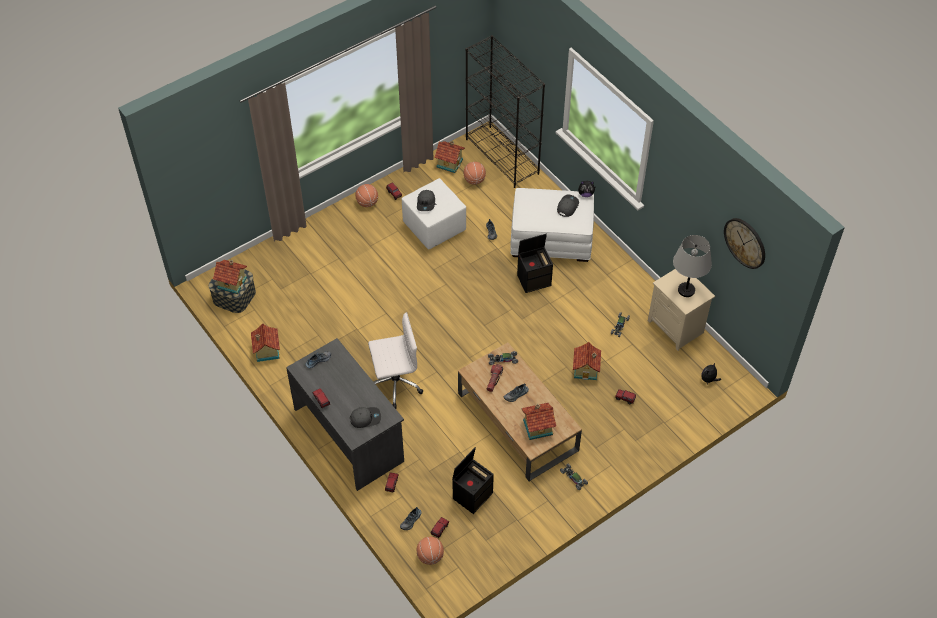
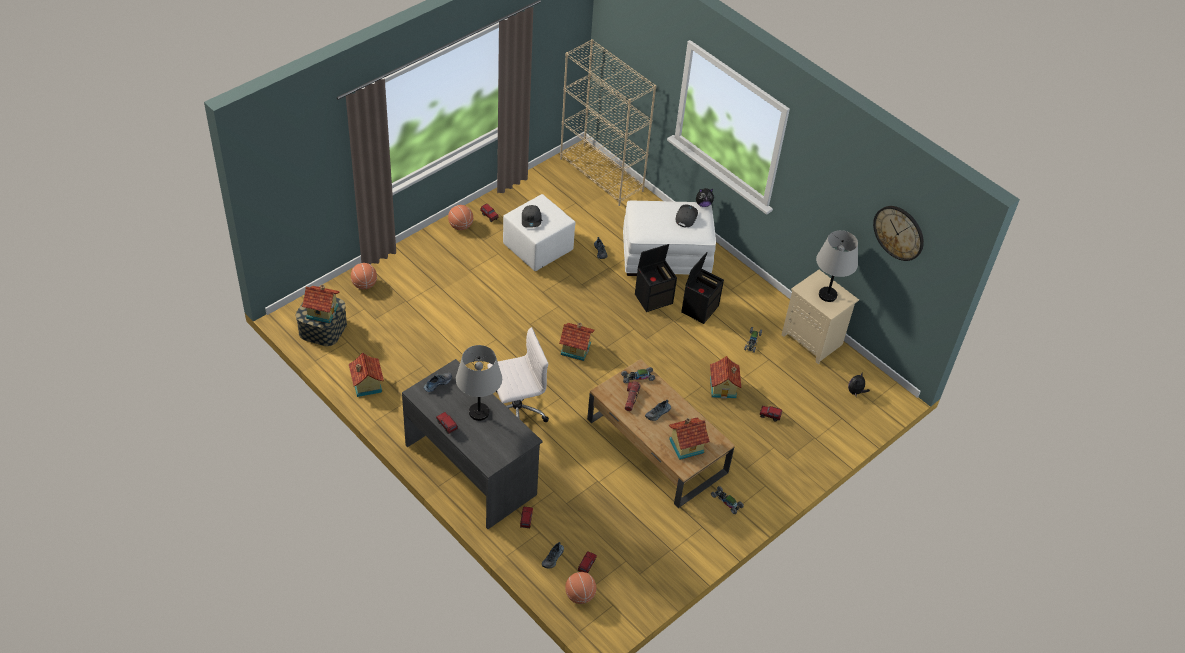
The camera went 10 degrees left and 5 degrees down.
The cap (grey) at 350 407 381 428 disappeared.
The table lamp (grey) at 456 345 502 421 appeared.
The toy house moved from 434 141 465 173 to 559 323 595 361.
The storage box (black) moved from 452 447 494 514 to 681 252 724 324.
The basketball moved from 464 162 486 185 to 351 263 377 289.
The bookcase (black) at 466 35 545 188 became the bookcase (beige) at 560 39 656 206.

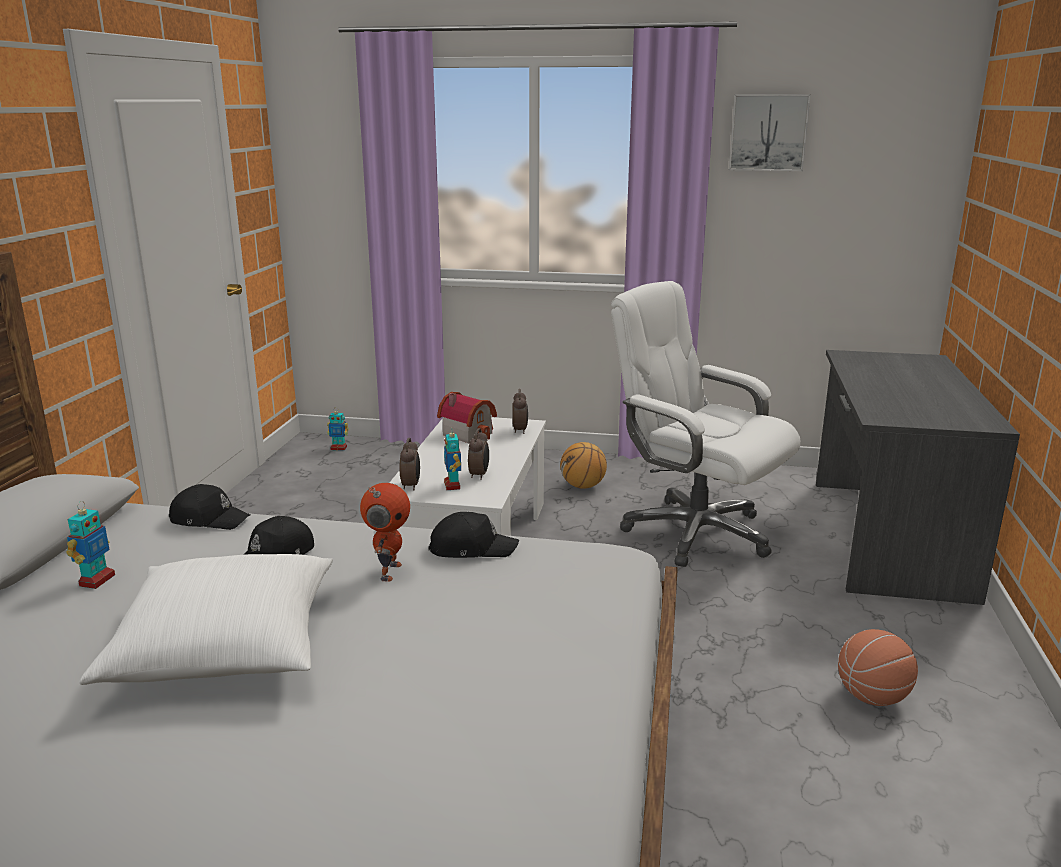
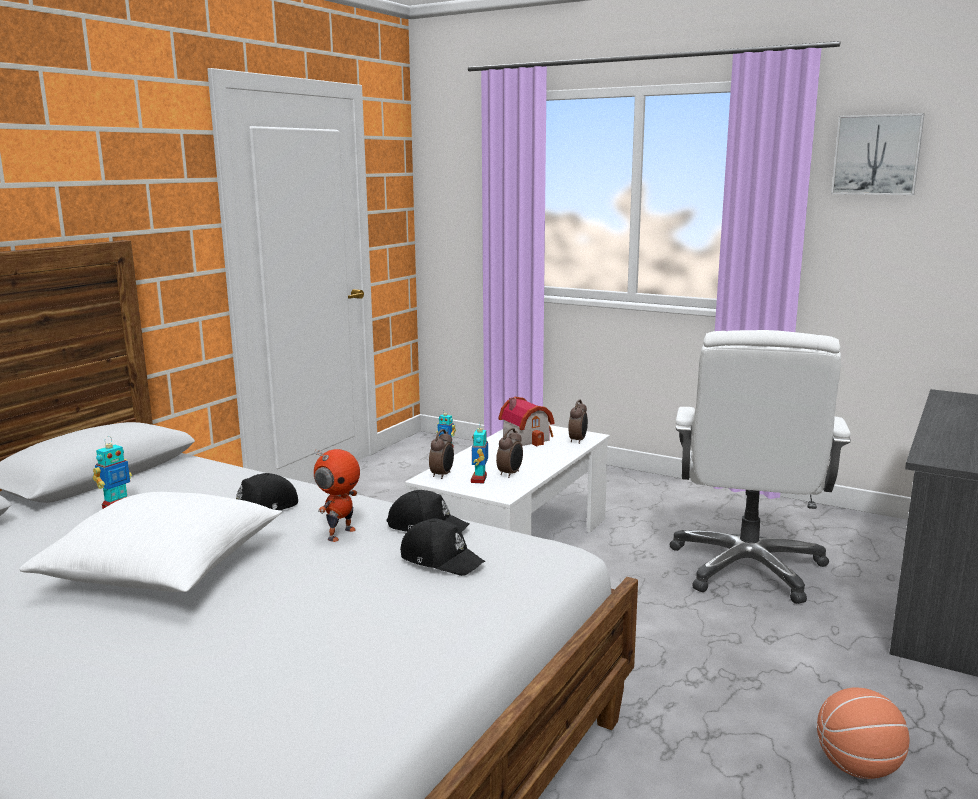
The camera went 20 degrees right and 5 degrees down.
The basketball at 560 442 607 489 disappeared.
The cap (black) moved from 169 484 250 530 to 400 518 485 576.
The office chair (white) at 611 281 801 567 turned 135 degrees counterclockwise.

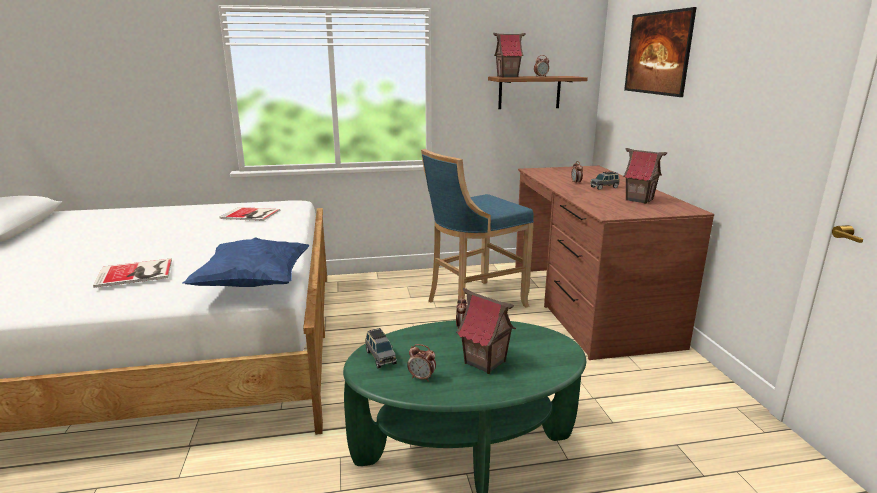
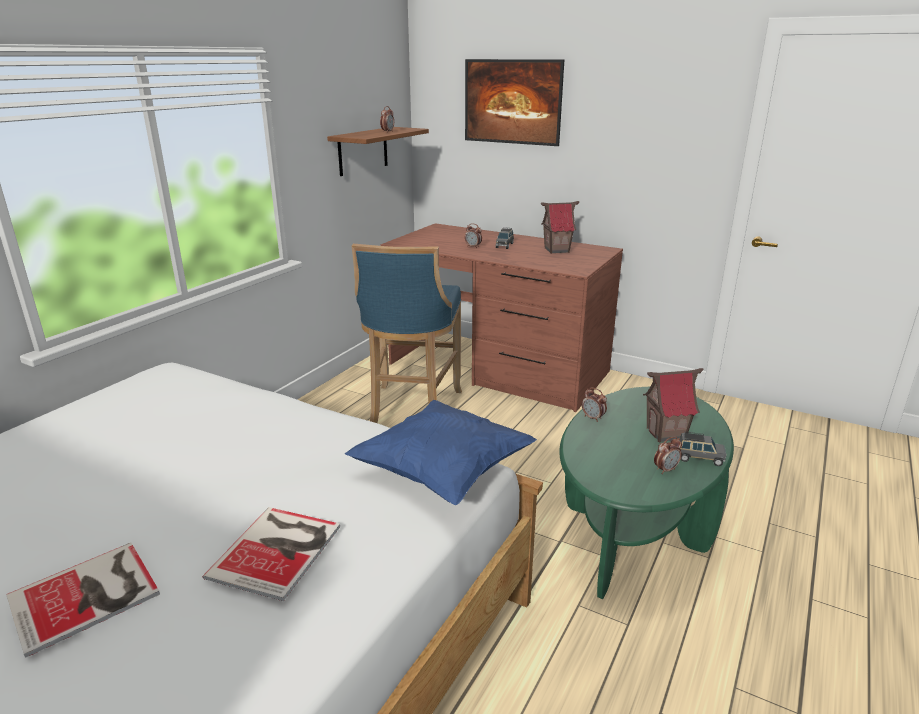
The camera went 50 degrees left and 5 degrees up.
The toy house at 493 33 526 77 disappeared.
The book moved from 220 207 280 221 to 6 543 160 658.
The toy car (grey) moved from 365 328 397 368 to 678 432 726 466.

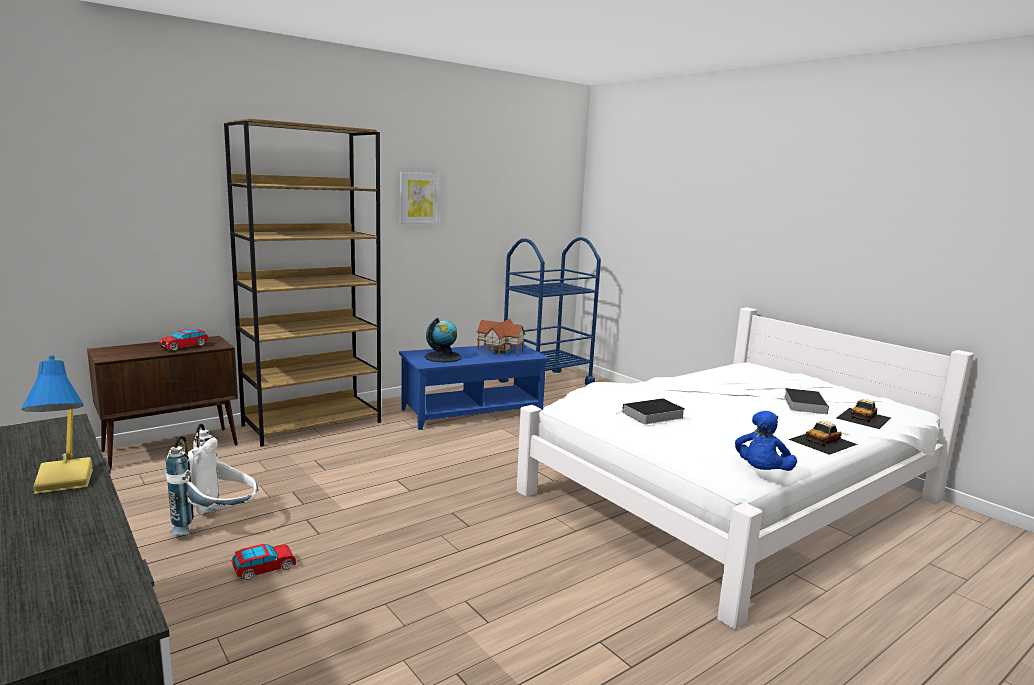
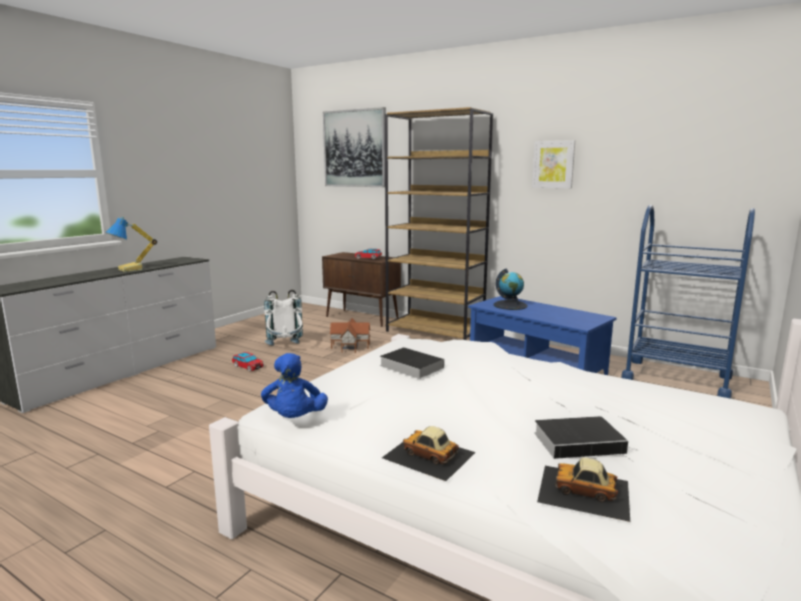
The camera went 70 degrees right and 0 degrees up.
The picture at 323 107 386 187 appeared.
The toy house moved from 477 319 525 357 to 329 318 371 353.
The plush toy (blue) at 735 411 797 471 turned 105 degrees counterclockwise.

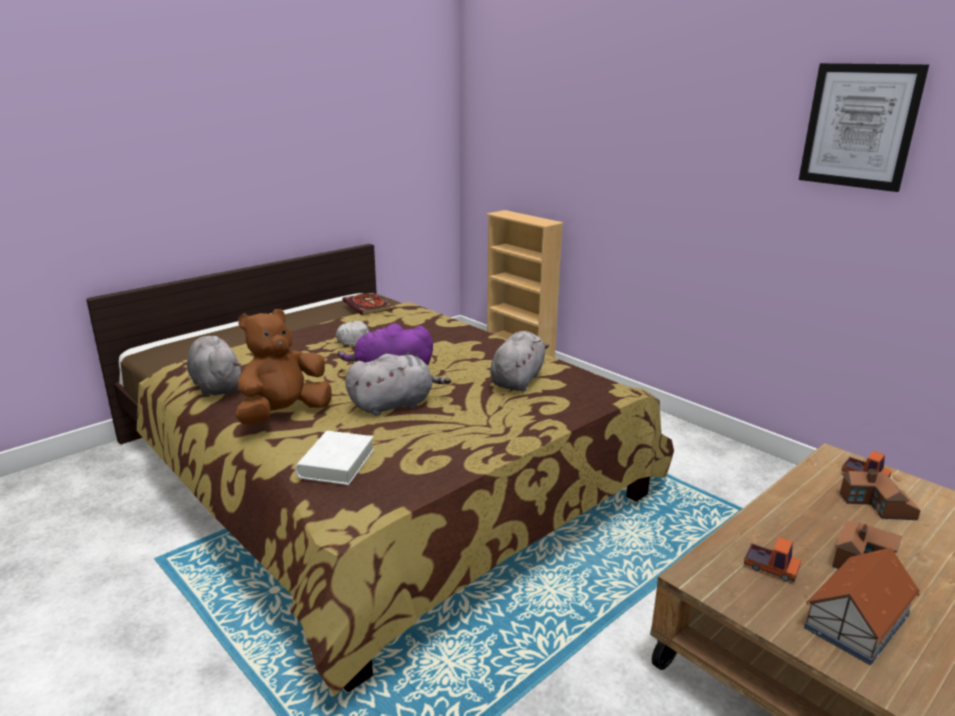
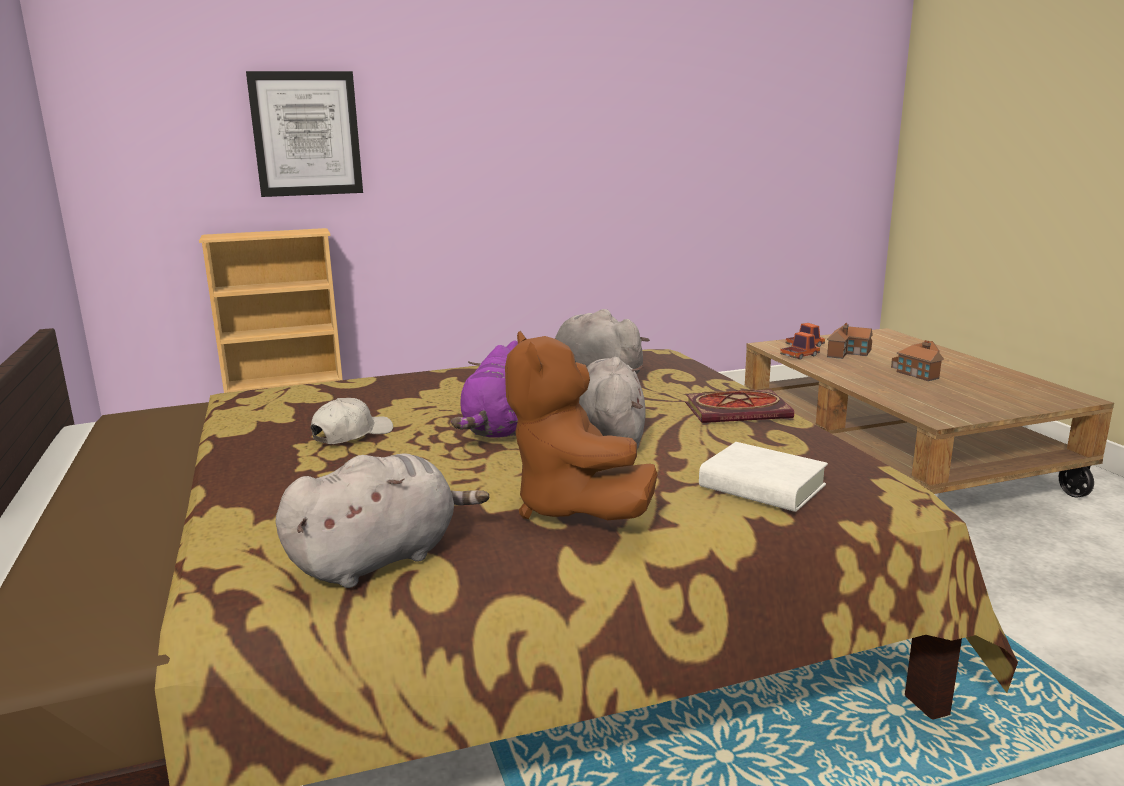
The camera went 65 degrees left and 5 degrees down.
The toy house at 804 548 920 665 disappeared.
The book moved from 343 292 393 315 to 685 389 794 423.
The toy truck moved from 744 537 801 582 to 780 332 820 360.
The picture moved from 799 63 929 192 to 246 71 363 197.
The plush toy (grey) at 187 336 241 397 turned 150 degrees clockwise.

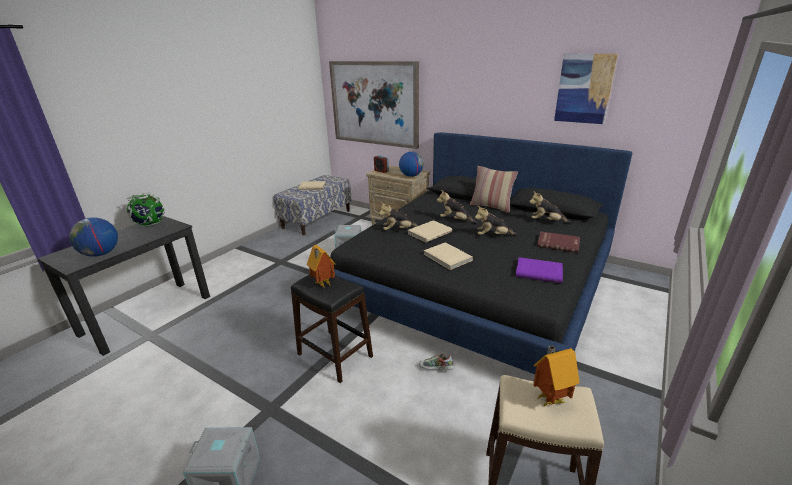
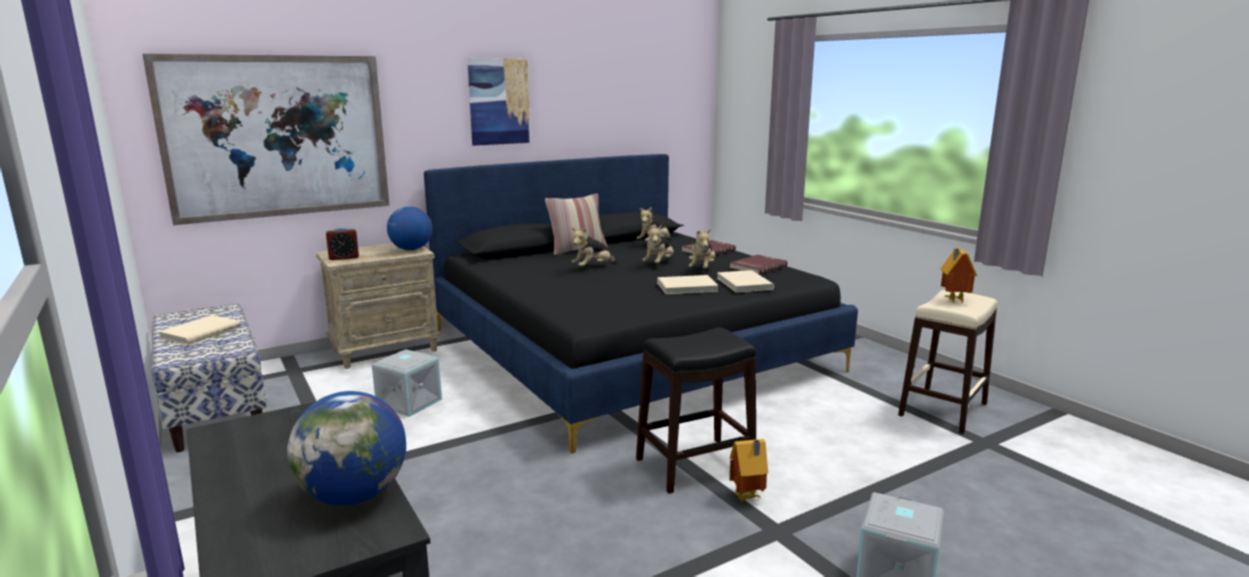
The camera went 65 degrees left and 10 degrees down.
The globe at 127 192 165 227 disappeared.
The shoe at 419 354 453 370 disappeared.
The toy house moved from 307 245 335 289 to 729 439 768 501.
The plush toy moved from 379 202 419 230 to 689 228 715 269.
The book (beige) moved from 408 220 452 243 to 717 270 774 293.
The picture moved from 554 54 618 124 to 467 58 531 146.
The book (purple) at 515 257 563 283 became the book (red) at 730 255 788 275.

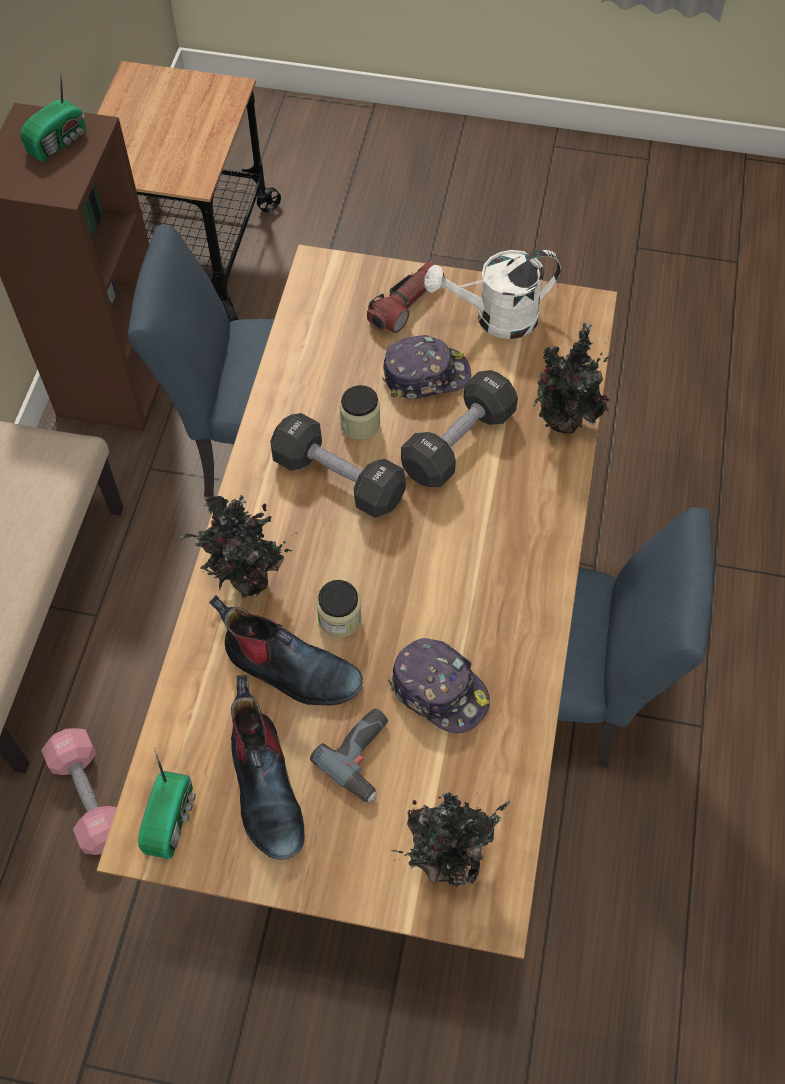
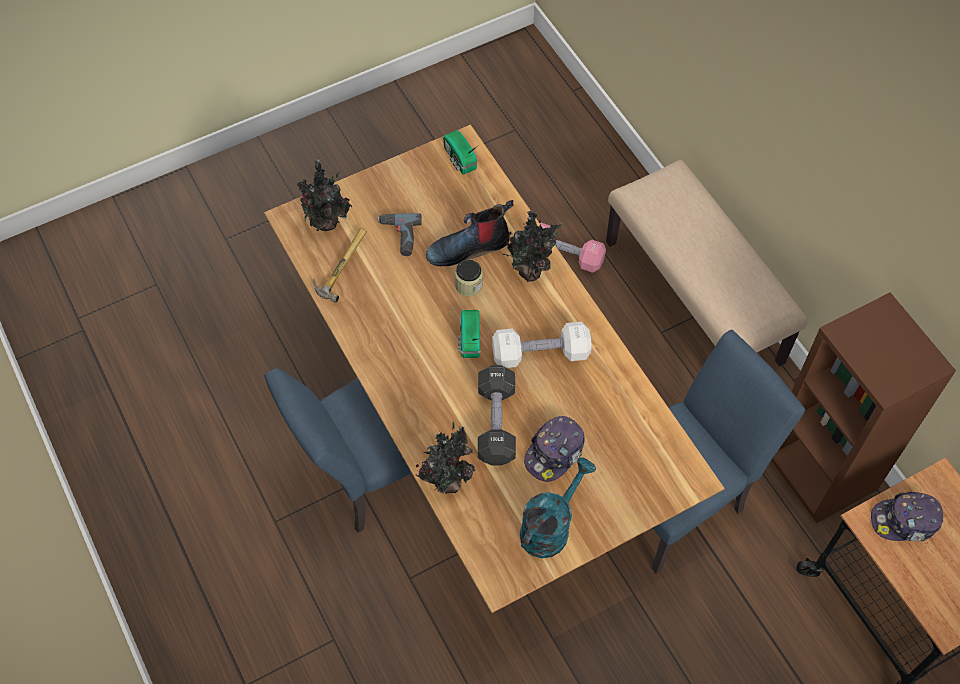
The camera went 140 degrees right and 0 degrees up.
The boot at 231 675 304 860 disappeared.
The jar at 340 385 380 440 disappeared.
The flashlight at 367 261 438 333 disappeared.
The hammer at 313 228 367 303 appeared.
The radio moved from 20 66 86 162 to 458 310 481 358.
The cap moved from 388 638 490 733 to 871 492 943 541.
The dumbbell (black) at 270 413 406 518 became the dumbbell (white) at 492 322 592 368.
The watering can (white) at 424 250 561 339 became the watering can (turquoise) at 520 457 596 558.

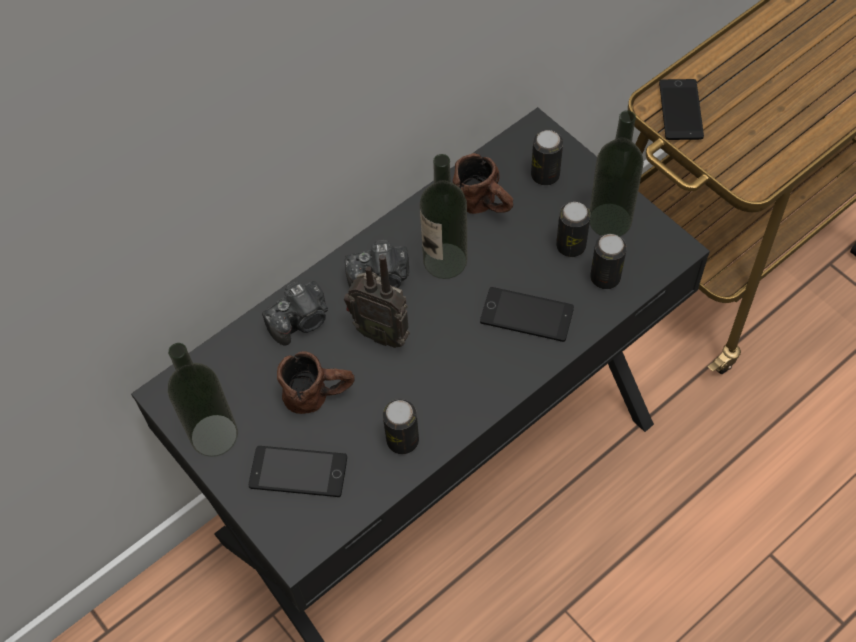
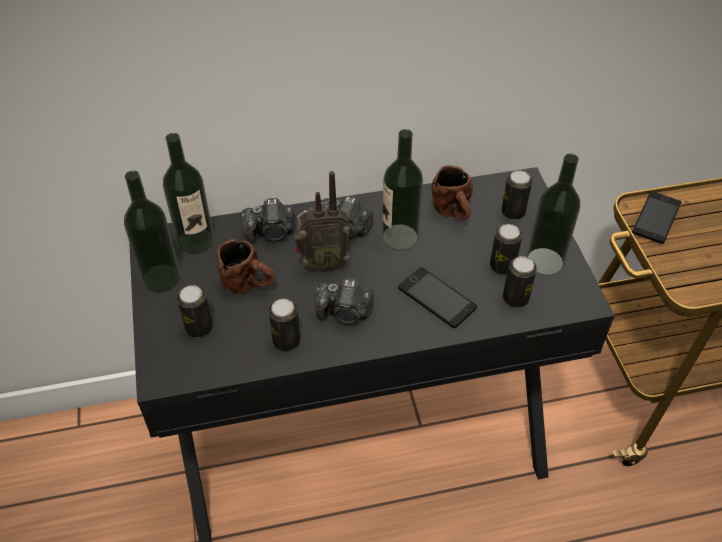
The camera went 25 degrees right and 10 degrees down.
The bottle at 163 133 214 254 appeared.
The photo camera at 315 277 374 325 appeared.
The phone at 249 446 347 497 was replaced by the can at 177 285 213 337.
The radio at 344 254 410 348 turned 60 degrees counterclockwise.

